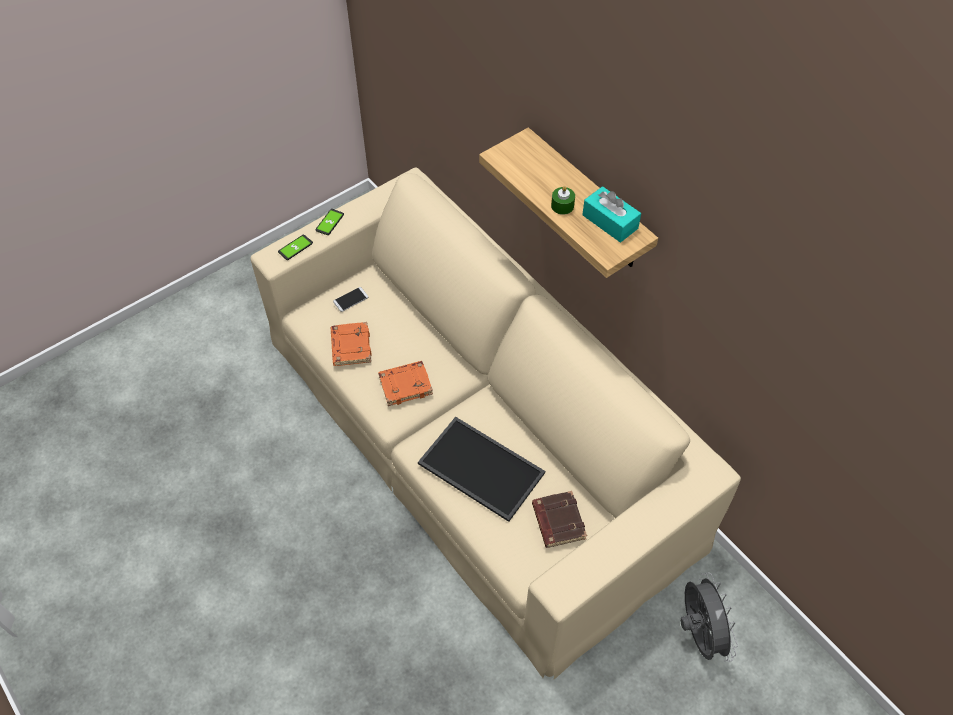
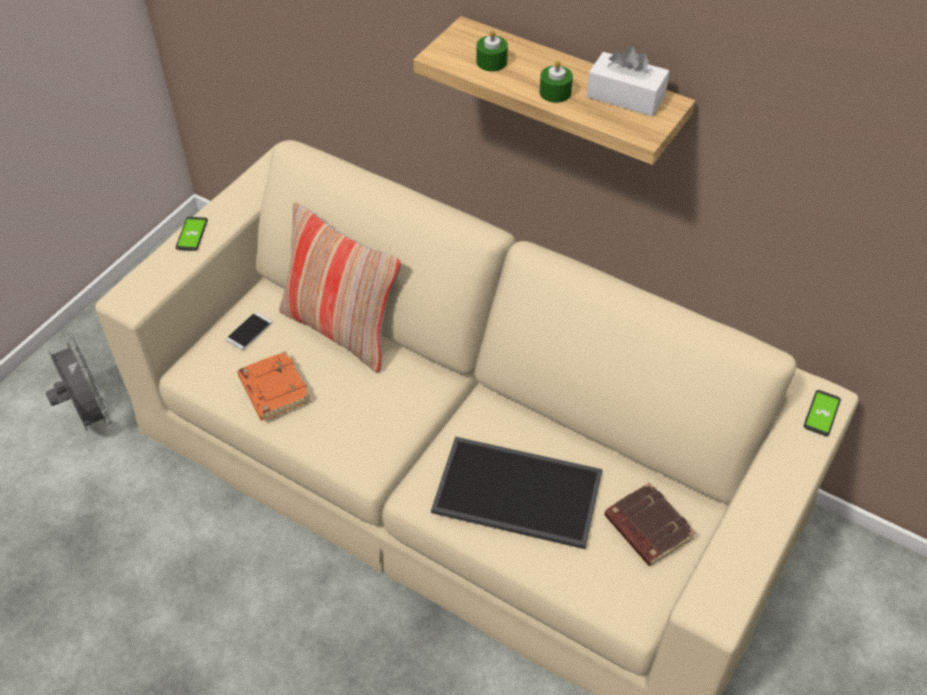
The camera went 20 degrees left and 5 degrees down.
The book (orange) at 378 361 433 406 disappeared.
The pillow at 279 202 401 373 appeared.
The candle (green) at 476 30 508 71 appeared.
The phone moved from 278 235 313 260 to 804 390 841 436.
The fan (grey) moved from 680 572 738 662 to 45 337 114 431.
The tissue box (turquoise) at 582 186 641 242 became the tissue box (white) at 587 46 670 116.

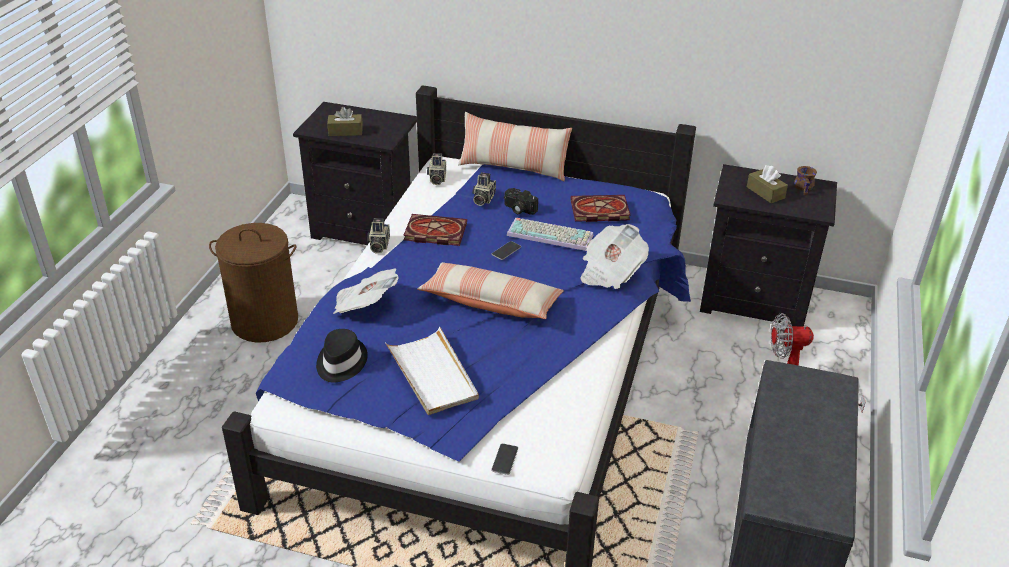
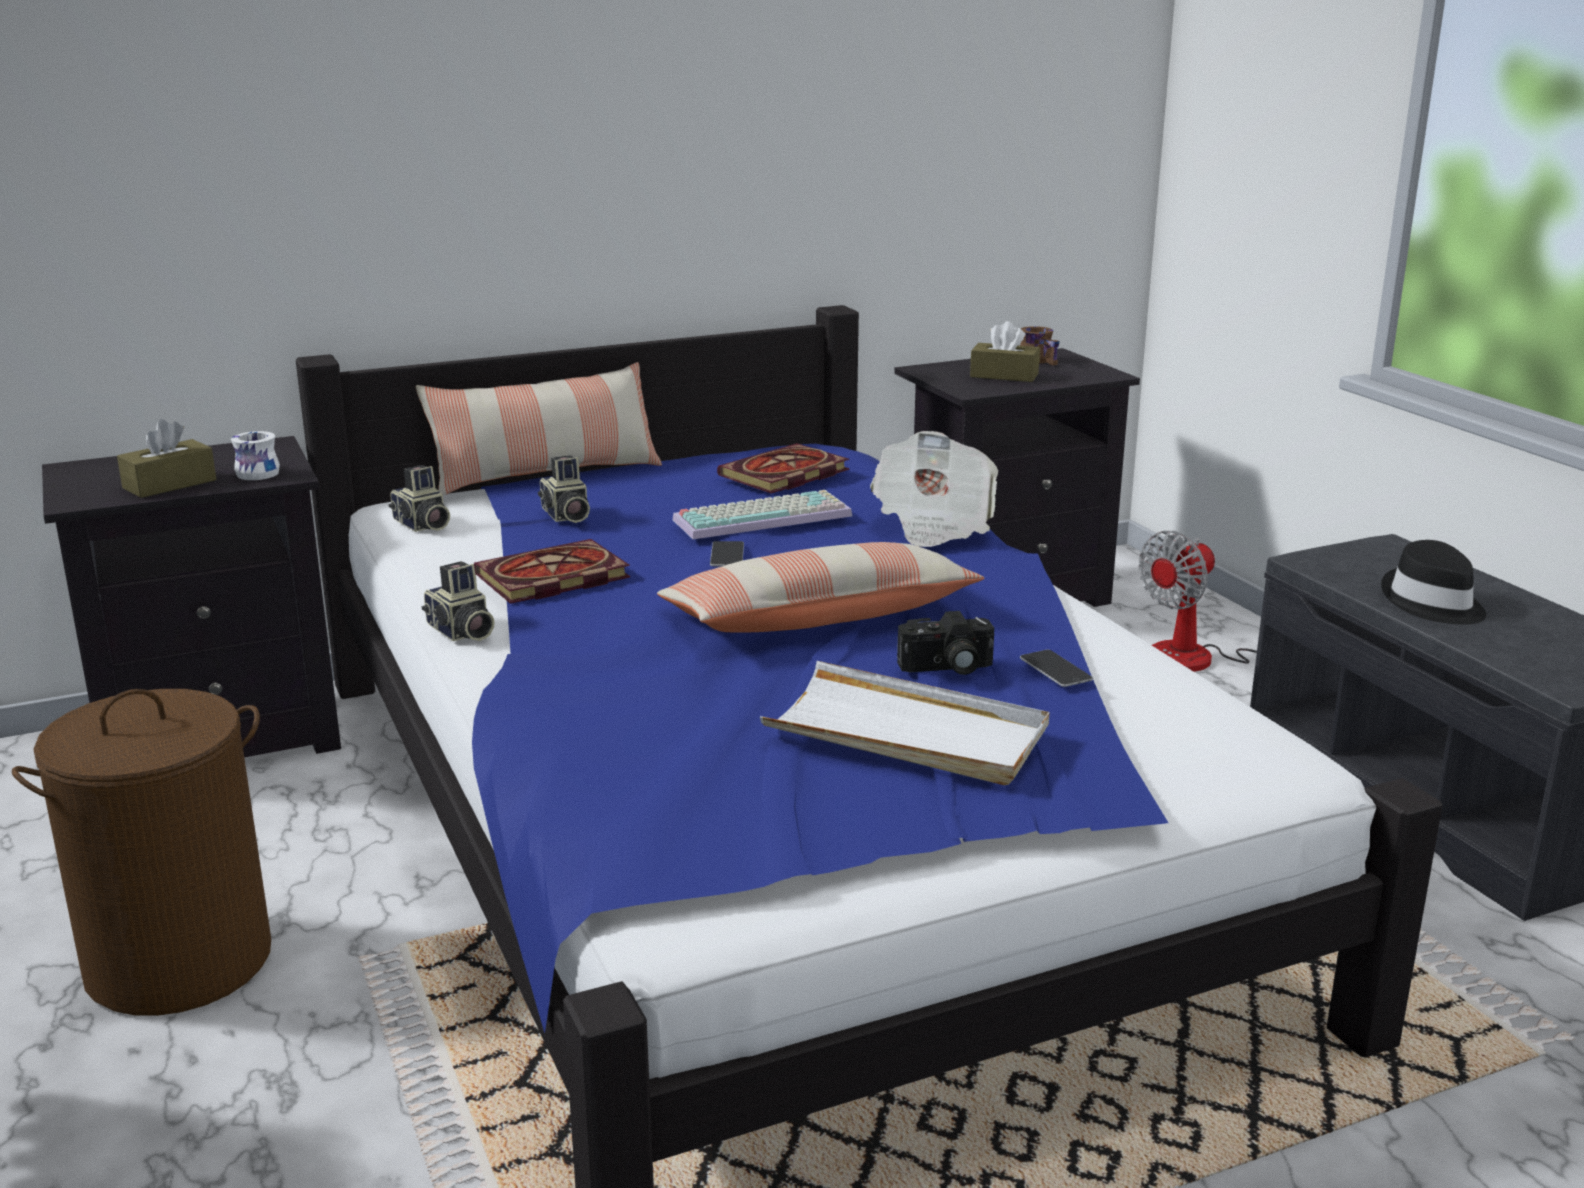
The camera went 40 degrees left and 15 degrees down.
The newspaper at 333 269 399 314 disappeared.
The mug (white) at 231 431 280 480 appeared.
The hat (black) moved from 316 329 368 382 to 1381 540 1486 625.
The phone moved from 491 444 518 475 to 1020 650 1093 687.
The photo camera moved from 504 188 538 215 to 897 611 994 675.

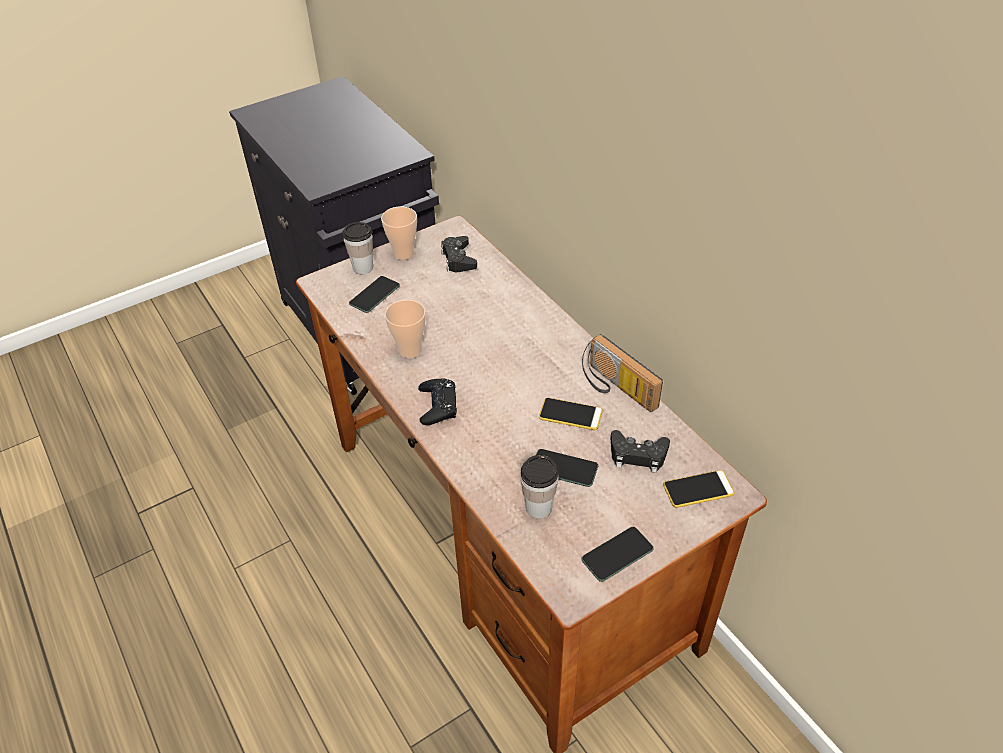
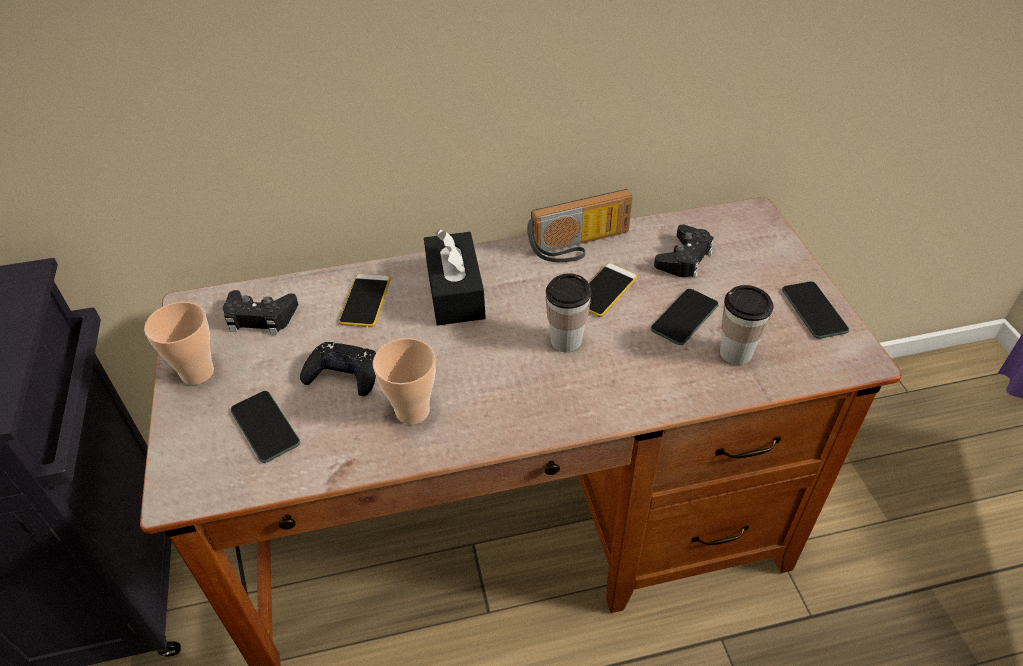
The camera went 70 degrees left and 0 degrees up.
The tissue box (black) at 424 230 486 326 appeared.
The cup moved from 342 222 373 274 to 546 273 591 352.
The game controller (black) moved from 418 379 457 425 to 300 342 376 396.
The phone moved from 663 470 735 508 to 339 274 391 327.

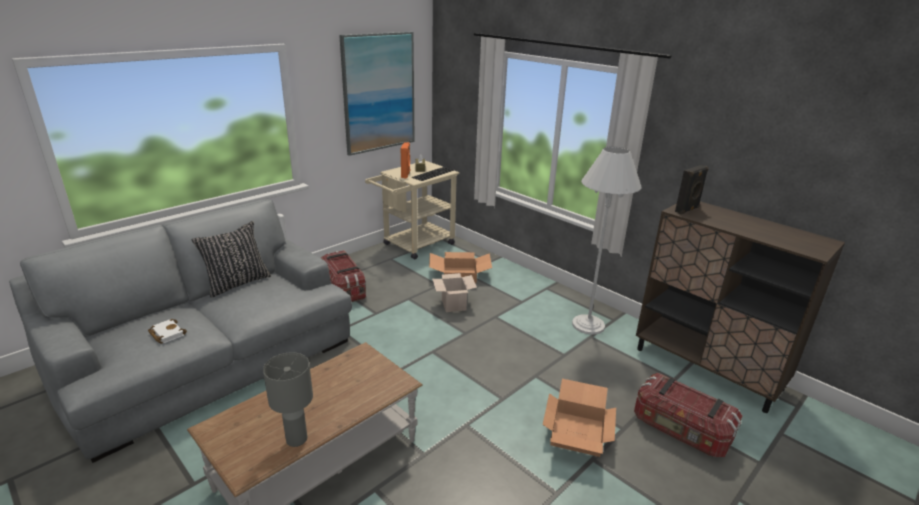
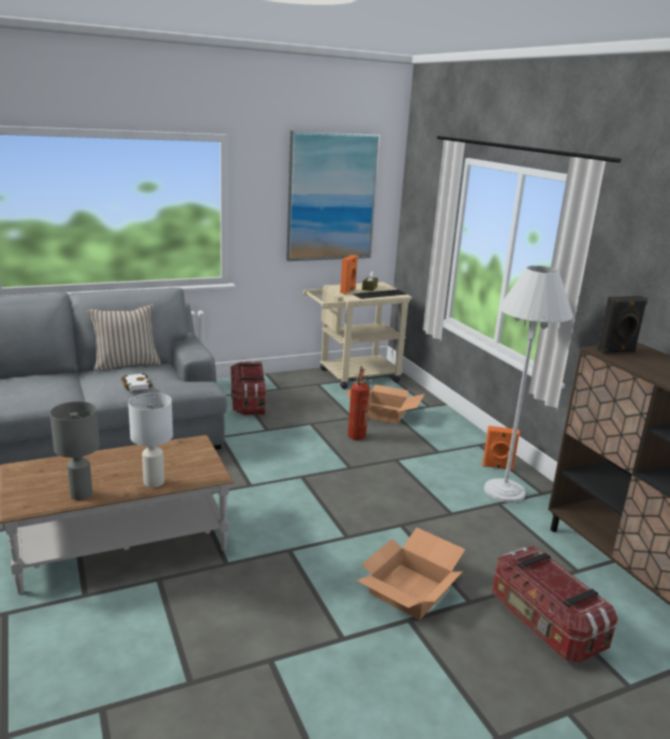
The camera went 20 degrees right and 5 degrees down.
The table lamp (white) at 128 393 173 487 appeared.
The speaker (orange) at 482 426 520 470 appeared.
The book (white) moved from 148 319 187 344 to 122 373 152 391.
The cardboard box at 432 273 477 312 was replaced by the fire extinguisher at 348 366 370 440.
The pillow (black) at 191 221 271 298 became the pillow (beige) at 87 304 161 371.

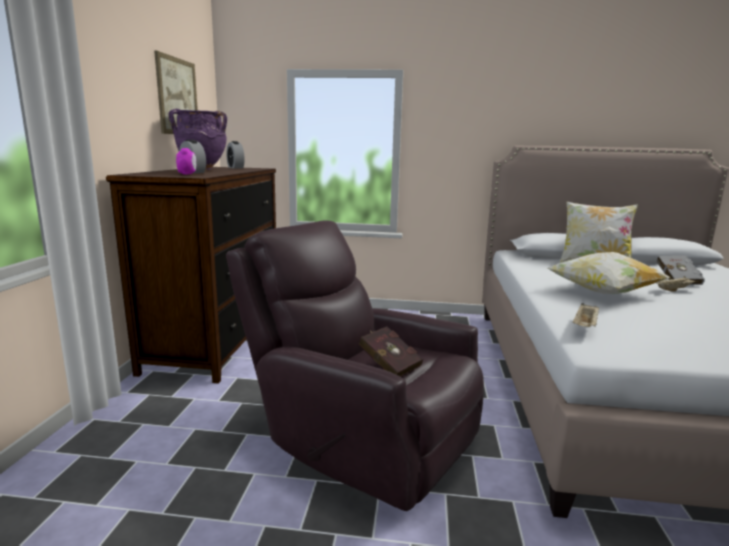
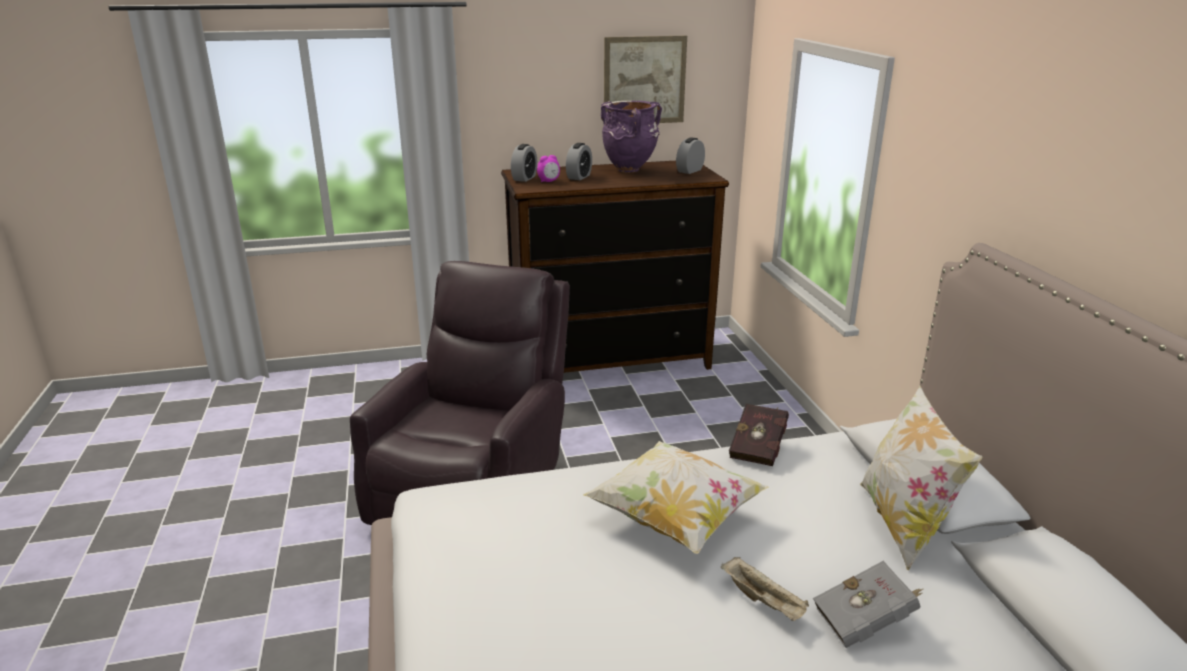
The camera went 70 degrees right and 10 degrees up.
The tray (beige) at 573 303 599 327 disappeared.
The alarm clock at 511 144 537 182 appeared.
The book (red) moved from 358 326 423 377 to 729 404 789 466.

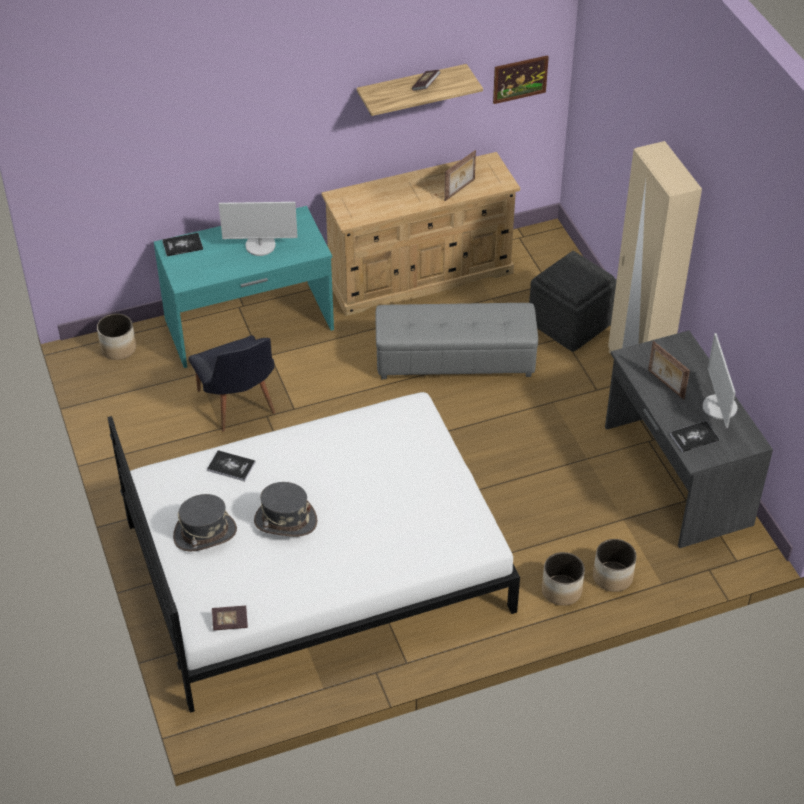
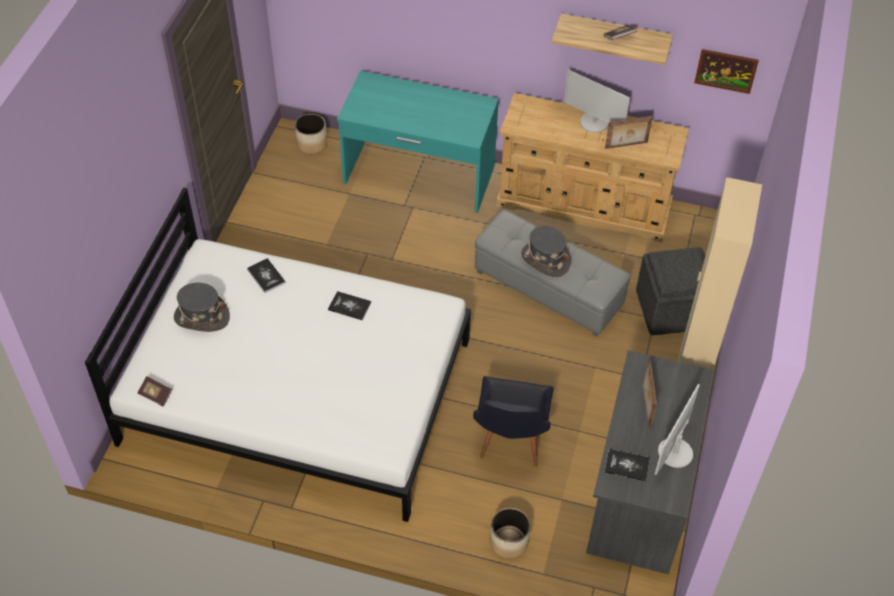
The camera went 35 degrees right and 5 degrees up.
The planter at 542 552 585 606 disappeared.
The book moved from 162 233 203 256 to 328 291 371 321.
The chair (black) moved from 188 335 275 432 to 473 376 554 467.
The monitor moved from 219 202 298 256 to 564 69 630 133.
The hat (grey) moved from 254 482 317 537 to 521 226 571 277.

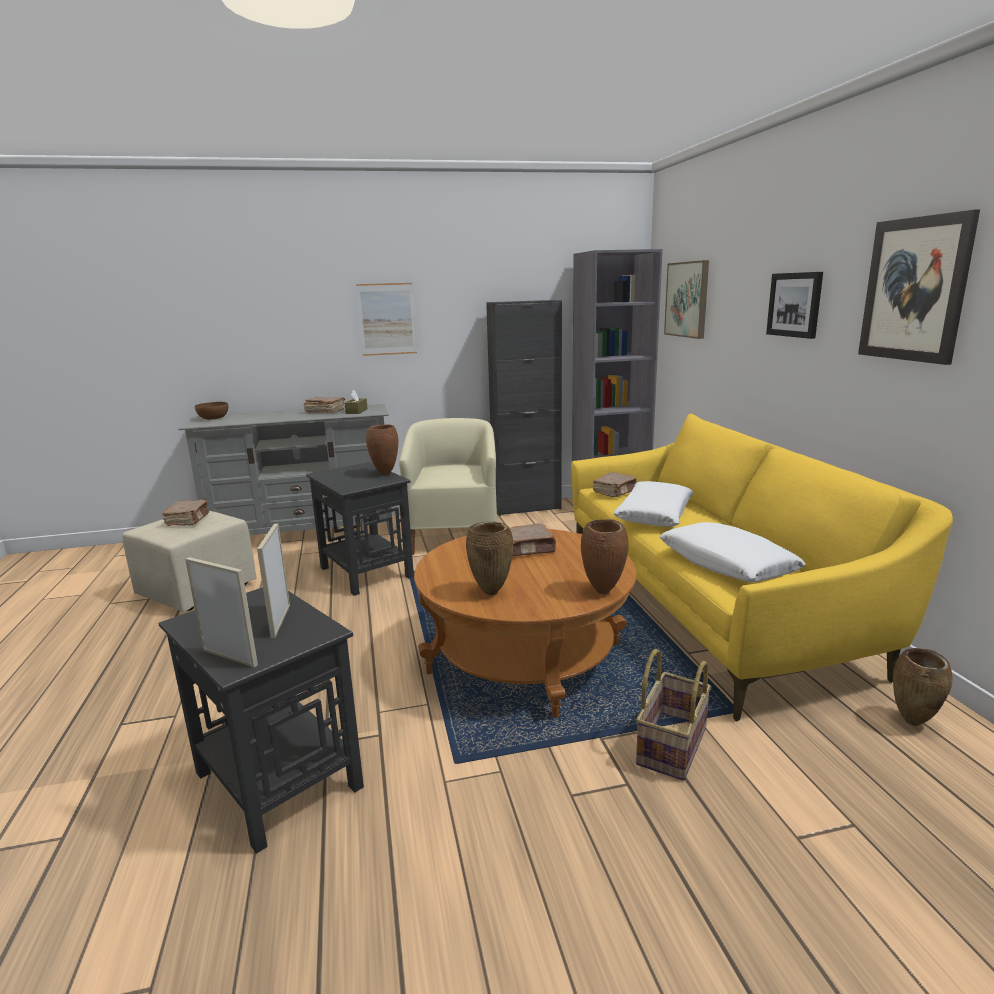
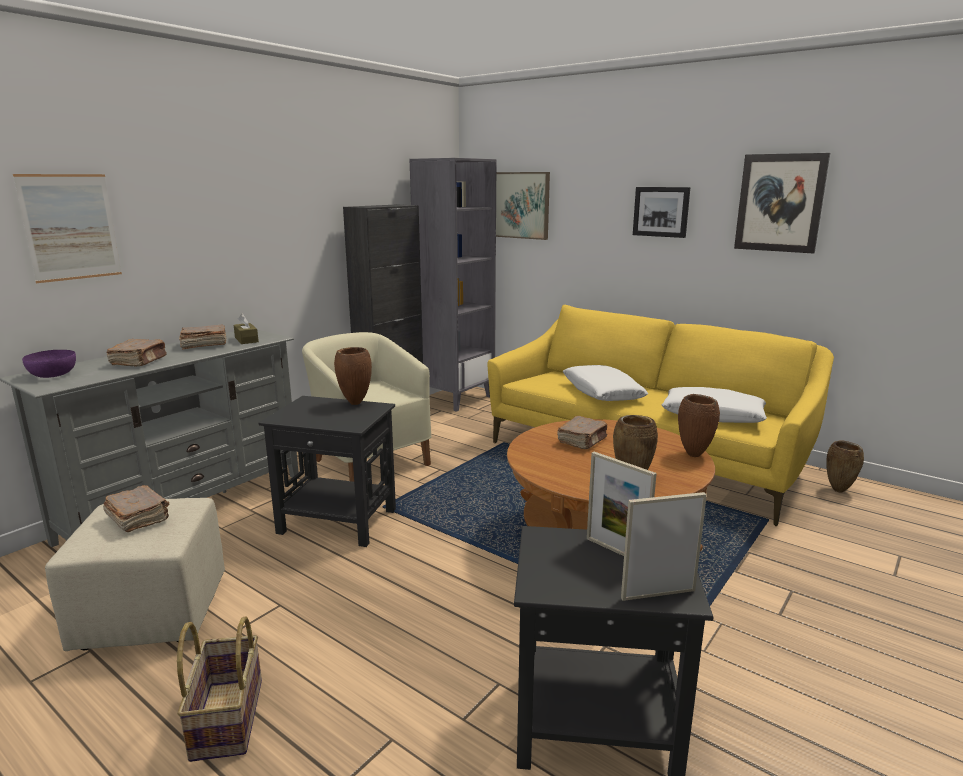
The camera went 40 degrees left and 0 degrees up.
The picture moved from 356 283 417 356 to 13 174 122 283.
The book (brown) moved from 593 472 637 497 to 106 339 167 367.
The basket moved from 636 649 711 781 to 177 616 262 762.
The bowl (brown) at 195 402 228 420 became the bowl (purple) at 22 350 76 378.

